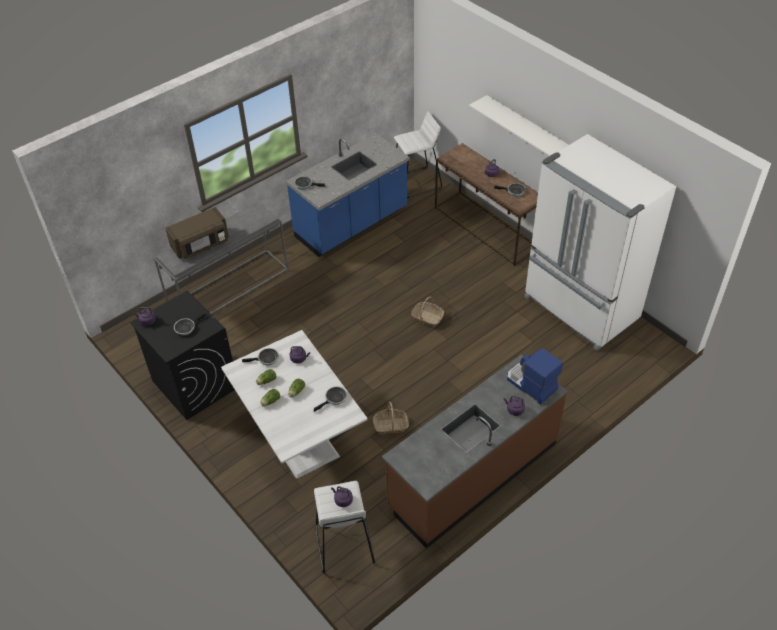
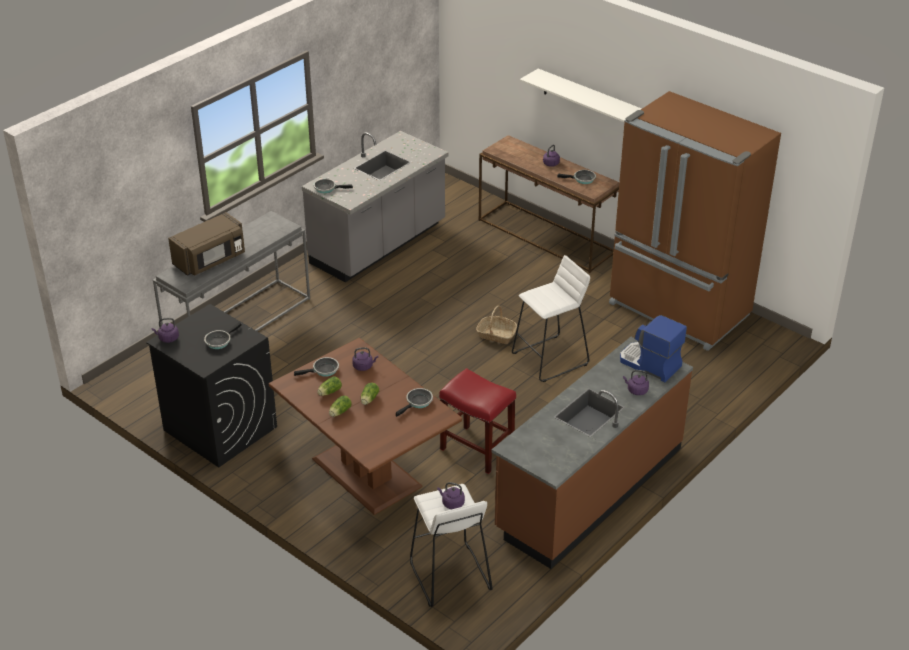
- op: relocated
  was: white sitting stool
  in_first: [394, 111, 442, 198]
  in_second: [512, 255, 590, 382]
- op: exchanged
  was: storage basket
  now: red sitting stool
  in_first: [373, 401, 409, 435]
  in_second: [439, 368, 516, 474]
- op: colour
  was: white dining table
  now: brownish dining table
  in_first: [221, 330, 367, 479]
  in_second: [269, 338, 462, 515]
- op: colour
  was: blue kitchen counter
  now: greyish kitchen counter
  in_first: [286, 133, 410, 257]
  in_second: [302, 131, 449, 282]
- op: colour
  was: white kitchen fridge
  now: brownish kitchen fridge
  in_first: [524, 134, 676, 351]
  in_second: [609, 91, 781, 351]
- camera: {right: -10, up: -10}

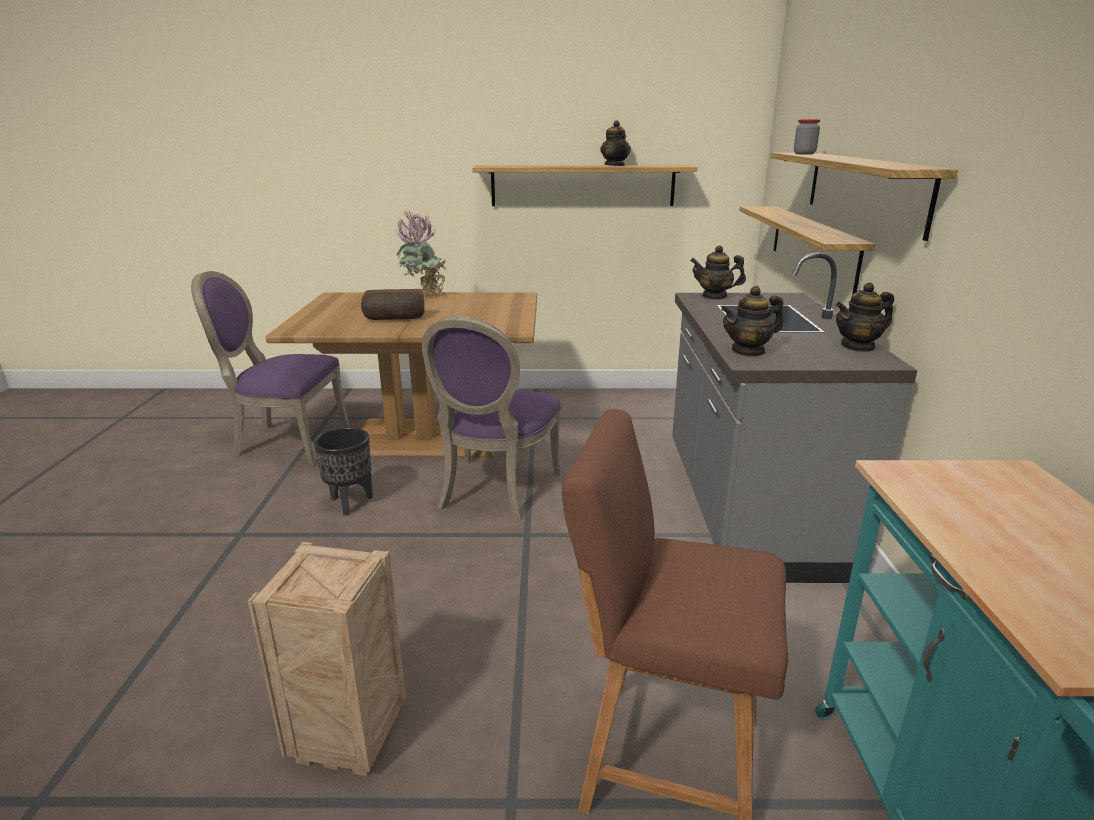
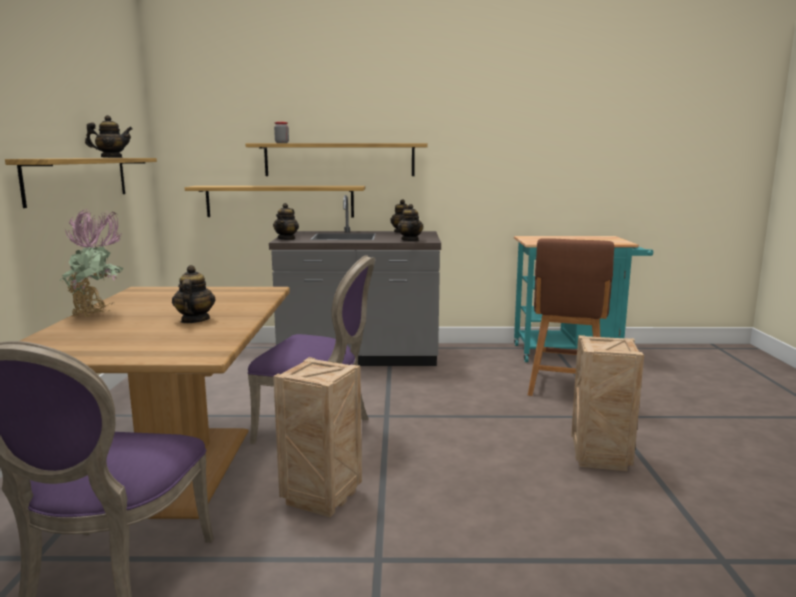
- op: exchanged
  was: black-coloured planter
  now: shipping crate
  in_first: [314, 427, 373, 516]
  in_second: [273, 357, 362, 517]
- op: exchanged
  was: baked bread
  now: teapot
  in_first: [361, 289, 425, 320]
  in_second: [172, 265, 216, 323]
- camera: {right: -90, up: -10}

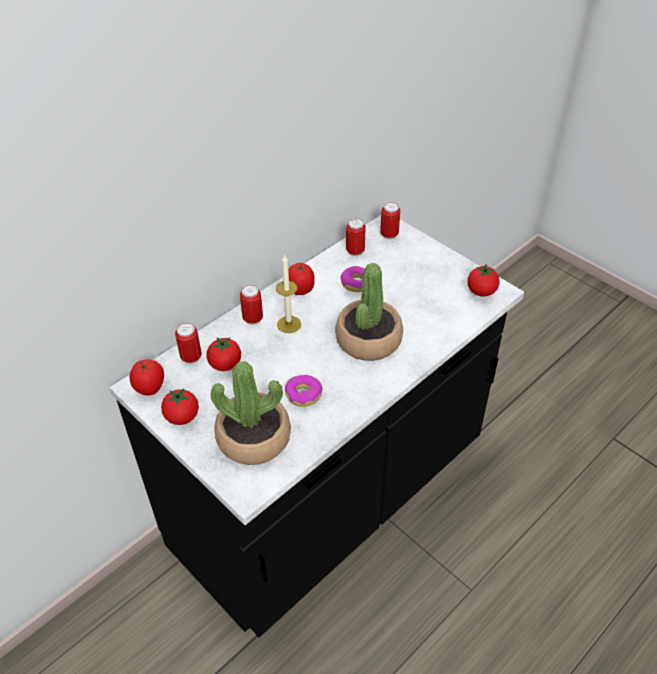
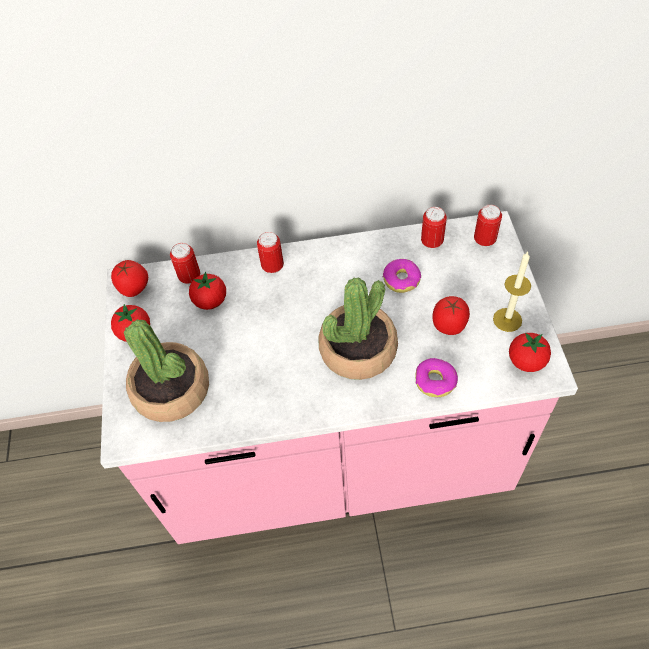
- op: relocated
  was: candle
  in_first: [276, 254, 301, 333]
  in_second: [493, 252, 531, 332]
- op: relocated
  was: ring doughnut
  in_first: [285, 375, 323, 407]
  in_second: [415, 358, 458, 397]
- op: relocated
  was: tomato
  in_first: [288, 263, 315, 295]
  in_second: [432, 296, 470, 335]
- op: colour
  was: black-coloured kitchen counter
  now: pink kitchen counter
  in_first: [109, 215, 524, 637]
  in_second: [100, 211, 578, 544]
- camera: {right: 40, up: 10}

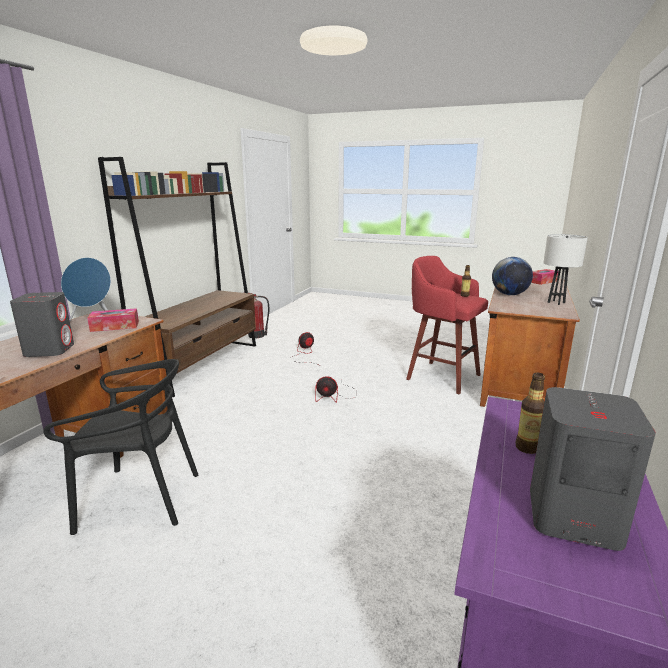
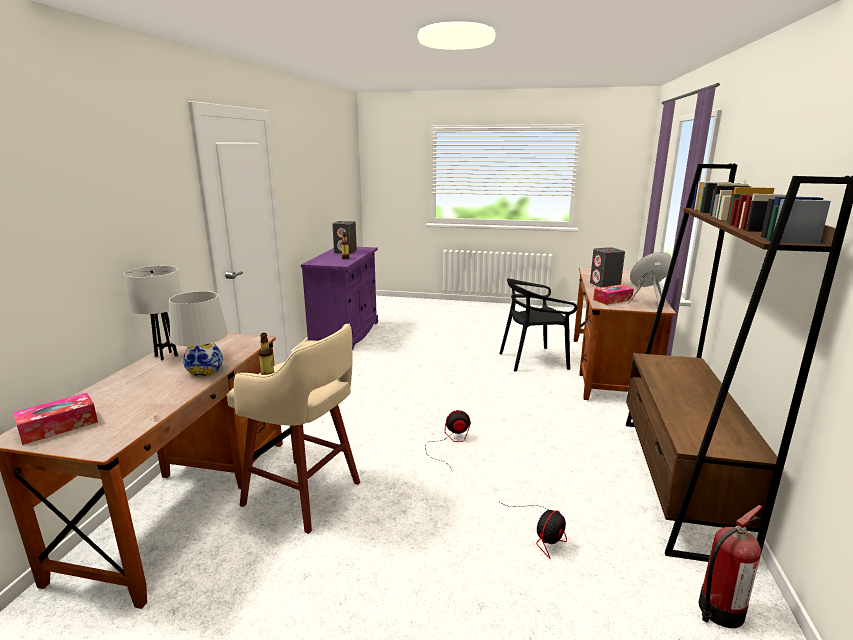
- op: exchanged
  was: world globe
  now: white lamp for a table
  in_first: [492, 257, 533, 295]
  in_second: [169, 291, 228, 376]
- op: colour
  was: red sitting stool
  now: beige sitting stool
  in_first: [406, 256, 488, 394]
  in_second: [227, 324, 360, 534]
- camera: {right: 170, up: 0}

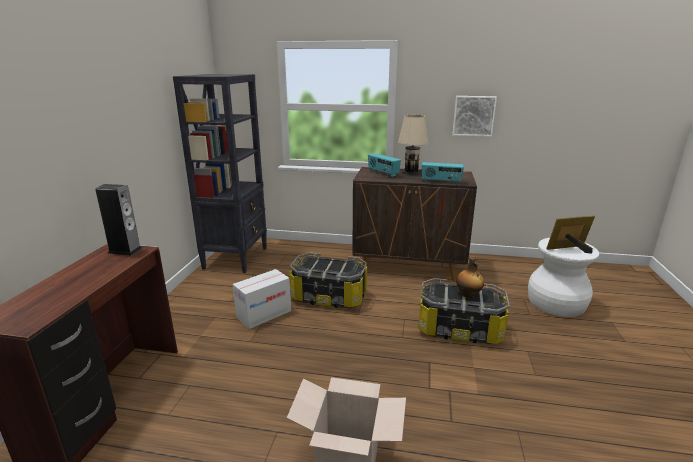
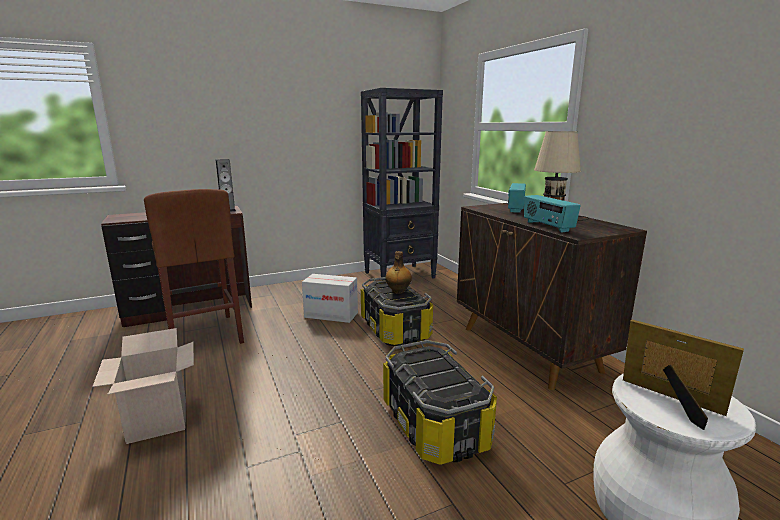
- op: missing
  was: picture
  in_first: [452, 96, 497, 137]
- op: appeared
  now: brownish sitting stool
  in_second: [144, 189, 244, 344]
- op: relocated
  was: bottle
  in_first: [456, 256, 484, 298]
  in_second: [385, 251, 412, 294]
- camera: {right: 55, up: -5}

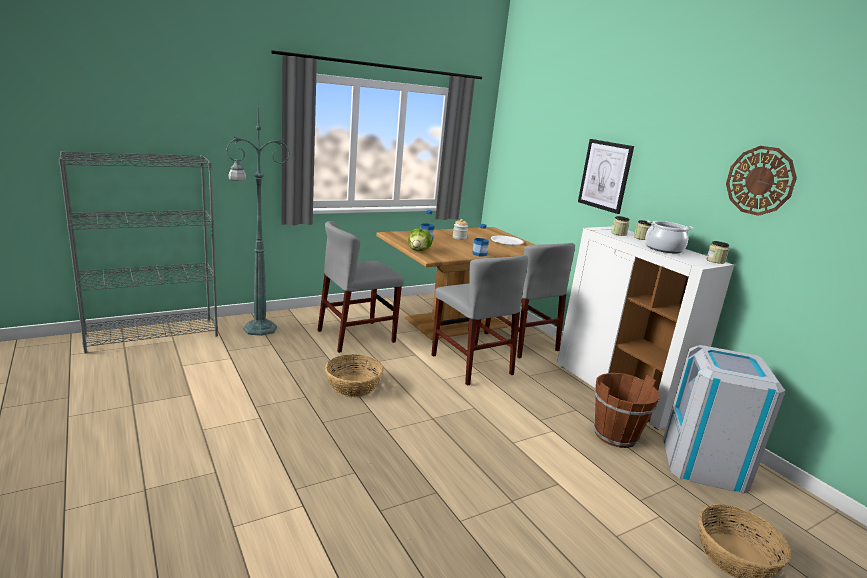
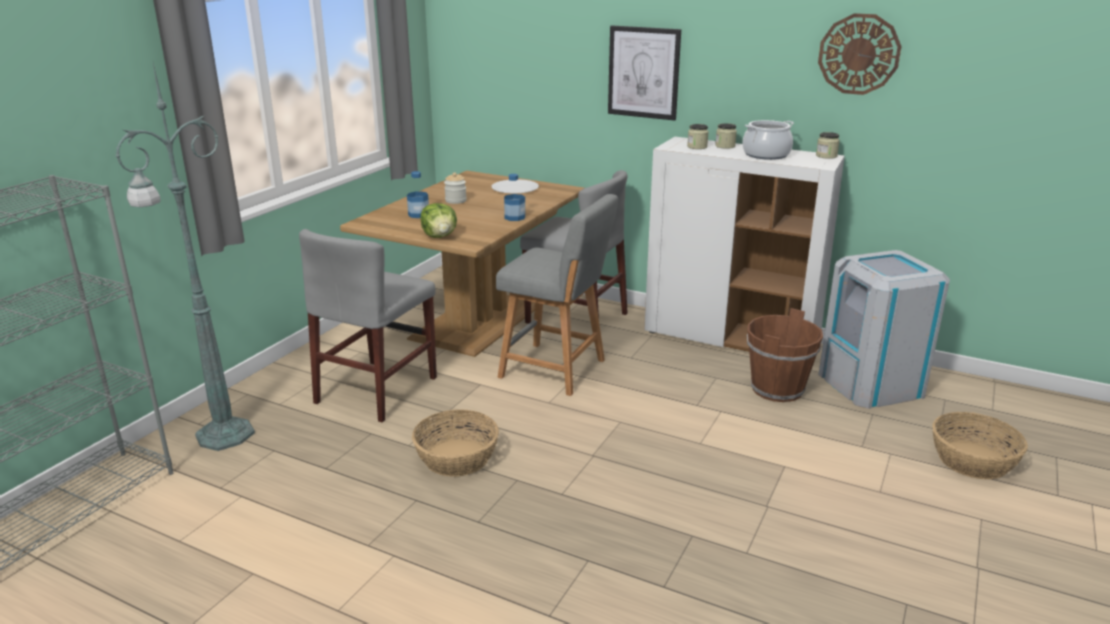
- op: exchanged
  was: greyish chair
  now: greyish sitting stool
  in_first: [432, 255, 528, 386]
  in_second: [496, 194, 618, 396]
- camera: {right: -30, up: 5}

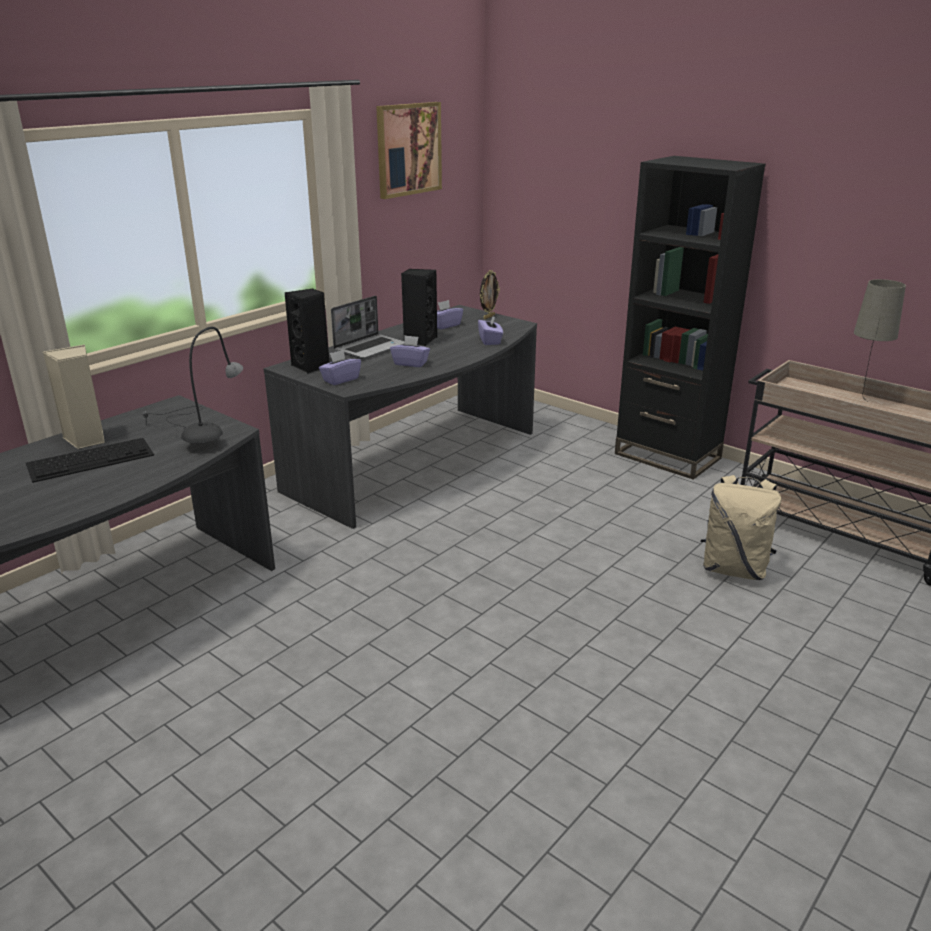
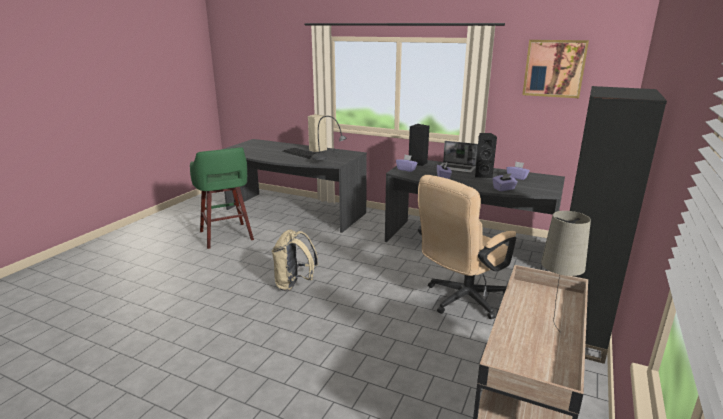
- op: missing
  was: photo frame
  in_first: [480, 270, 500, 319]
- op: appeared
  now: green sitting stool
  in_second: [190, 147, 254, 249]
- op: appeared
  now: beige desk chair
  in_second: [418, 175, 516, 319]
- op: relocated
  was: beige rucksack
  in_first: [701, 475, 781, 580]
  in_second: [272, 229, 319, 291]
- camera: {right: 75, up: -5}

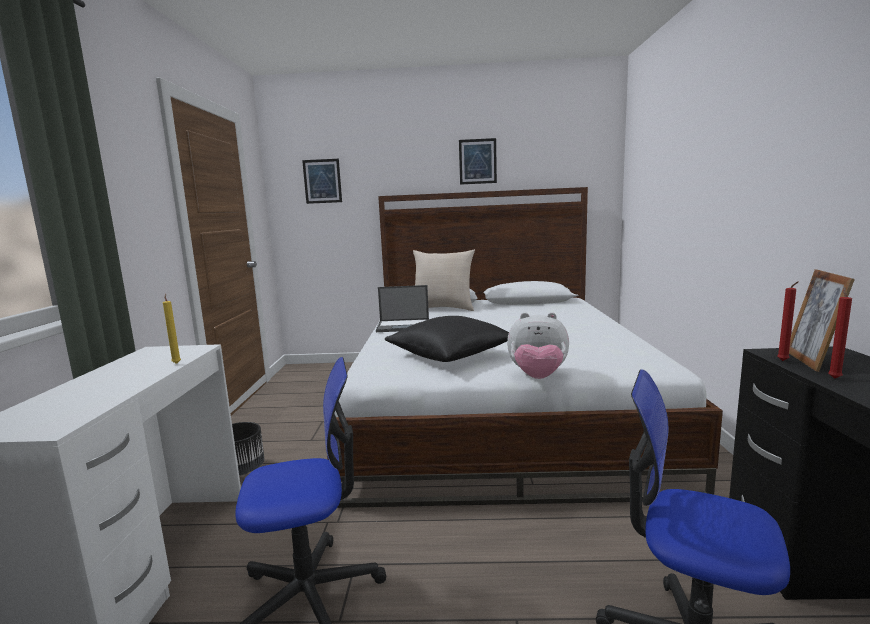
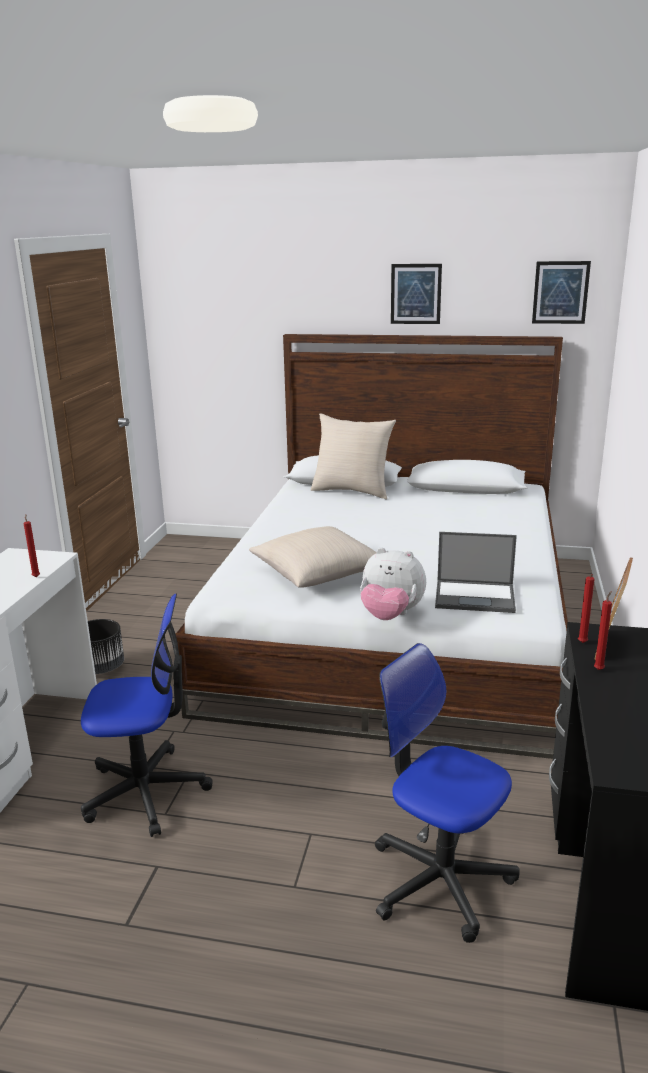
- op: relocated
  was: picture
  in_first: [302, 159, 342, 204]
  in_second: [532, 261, 591, 324]
- op: relocated
  was: portable computer
  in_first: [376, 285, 429, 332]
  in_second: [435, 532, 517, 613]
- op: colour
  was: yellow candle
  now: red candle
  in_first: [163, 294, 181, 364]
  in_second: [24, 514, 40, 577]
- op: colour
  was: black-coloured pillow
  now: beige pillow
  in_first: [385, 316, 509, 362]
  in_second: [249, 526, 377, 588]
- camera: {right: 10, up: 10}

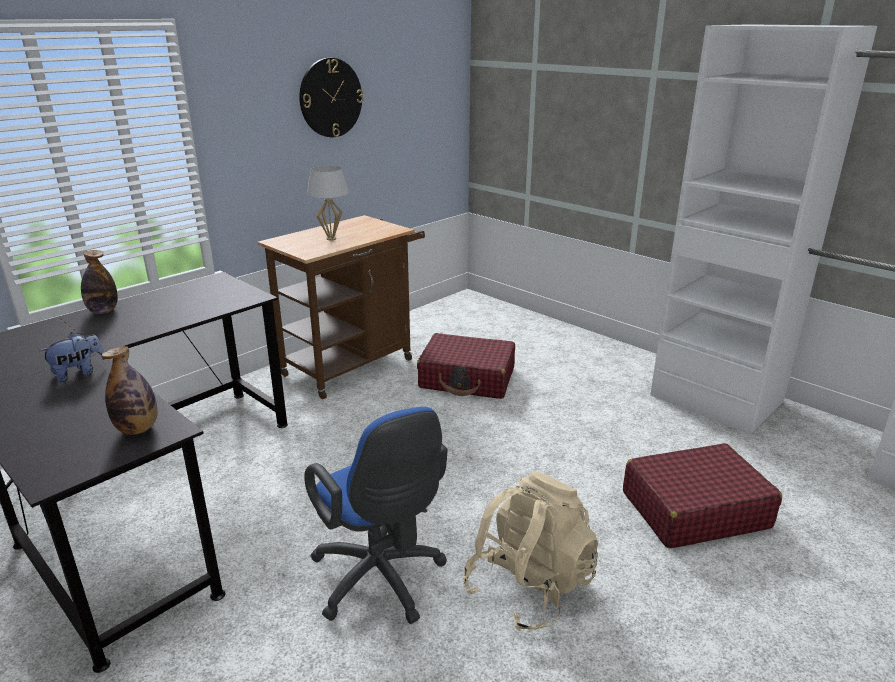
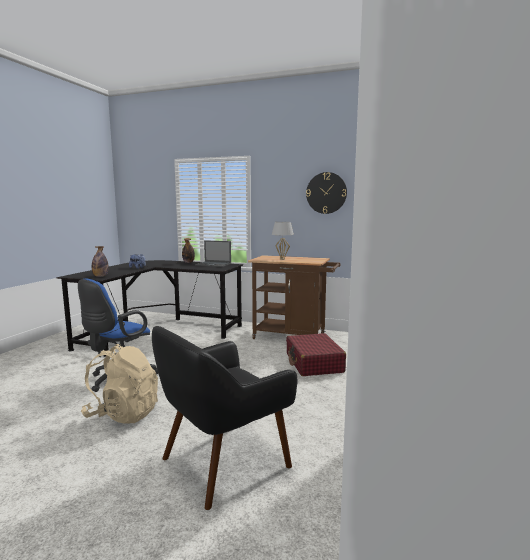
- op: appeared
  now: portable computer
  in_second: [195, 240, 231, 267]
- op: exchanged
  was: red travel case
  now: black-coloured lounge chair
  in_first: [623, 443, 782, 549]
  in_second: [152, 326, 297, 510]
- camera: {right: 65, up: -15}

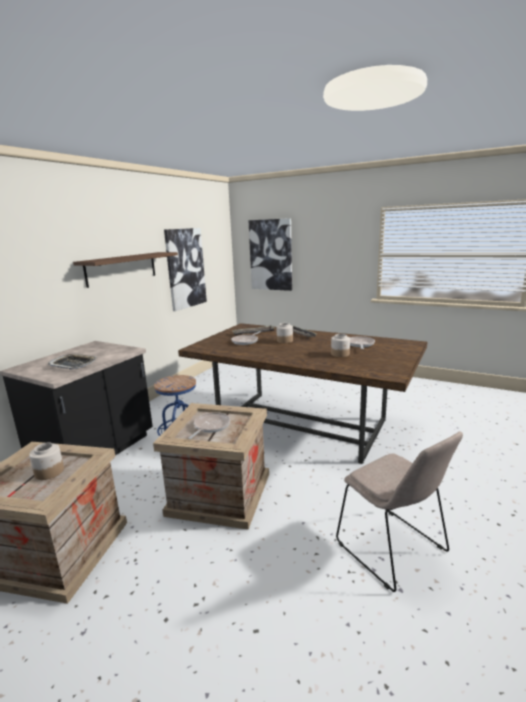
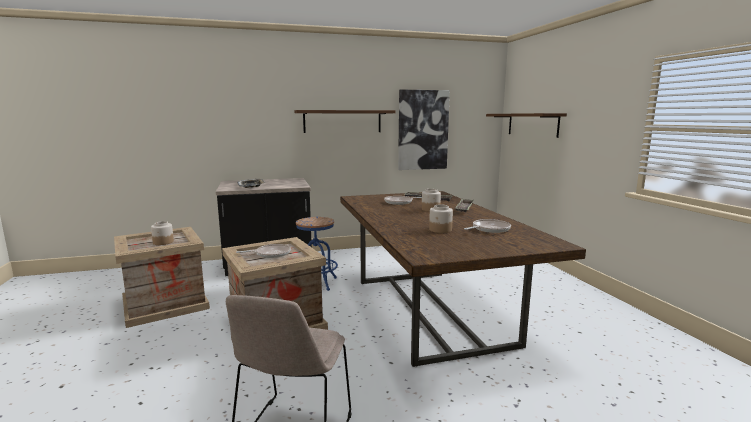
- op: exchanged
  was: picture
  now: shelf
  in_first: [248, 218, 292, 291]
  in_second: [486, 113, 567, 138]
- camera: {right: 45, up: -5}

